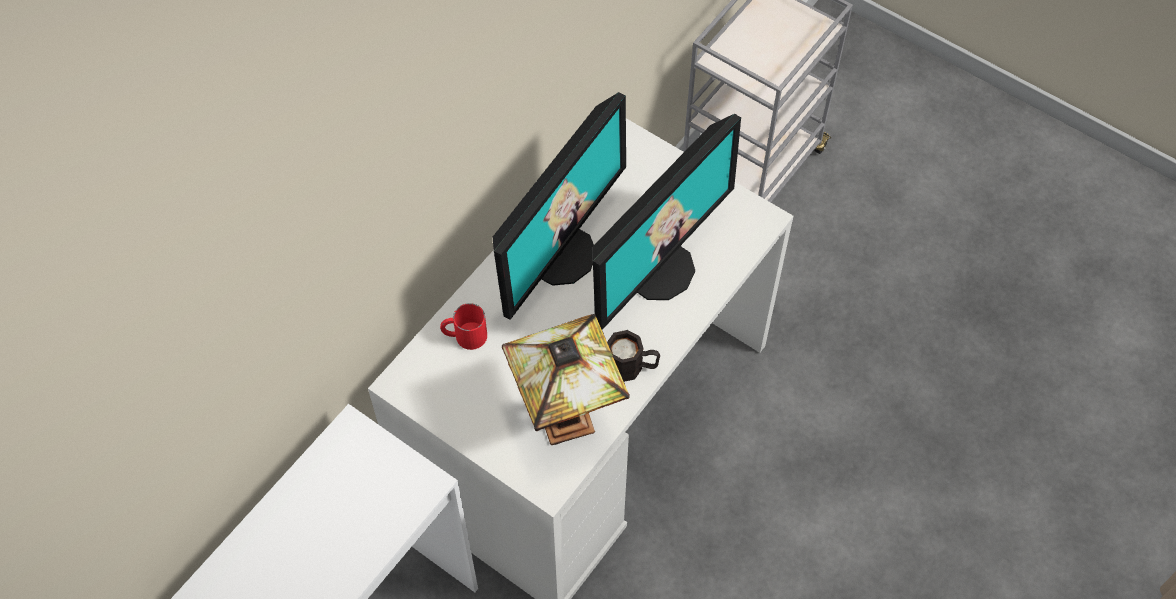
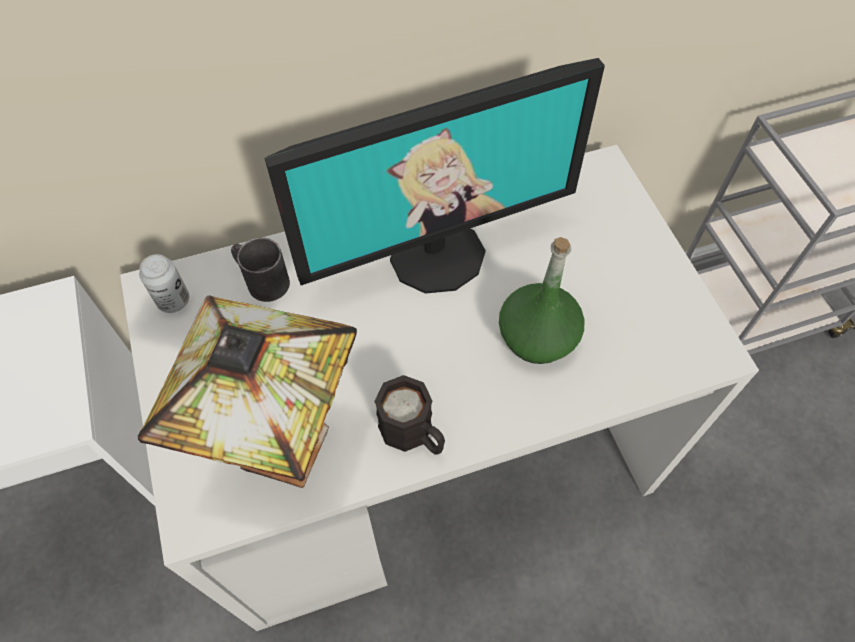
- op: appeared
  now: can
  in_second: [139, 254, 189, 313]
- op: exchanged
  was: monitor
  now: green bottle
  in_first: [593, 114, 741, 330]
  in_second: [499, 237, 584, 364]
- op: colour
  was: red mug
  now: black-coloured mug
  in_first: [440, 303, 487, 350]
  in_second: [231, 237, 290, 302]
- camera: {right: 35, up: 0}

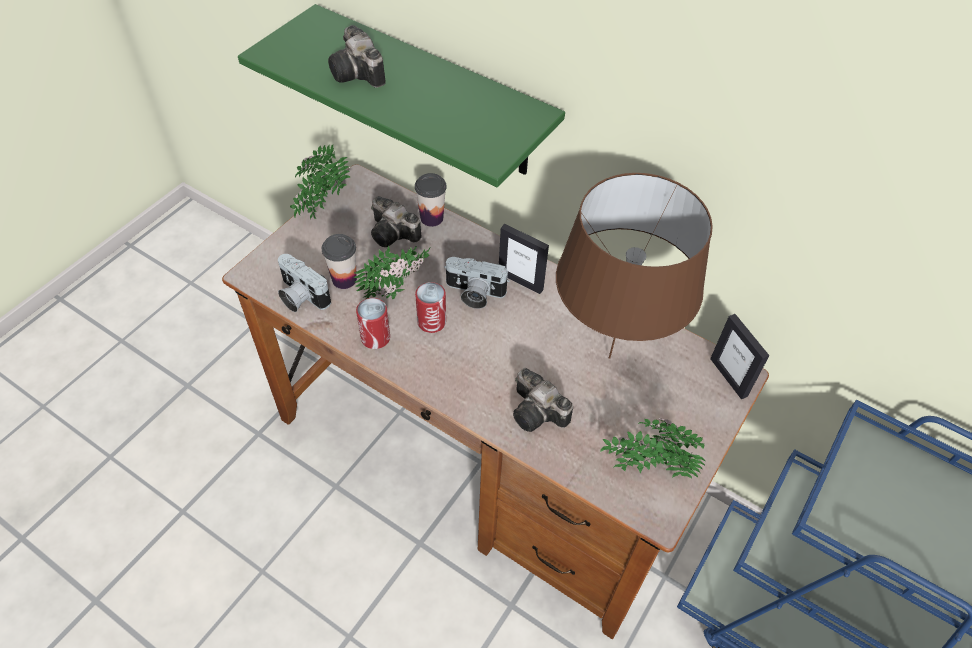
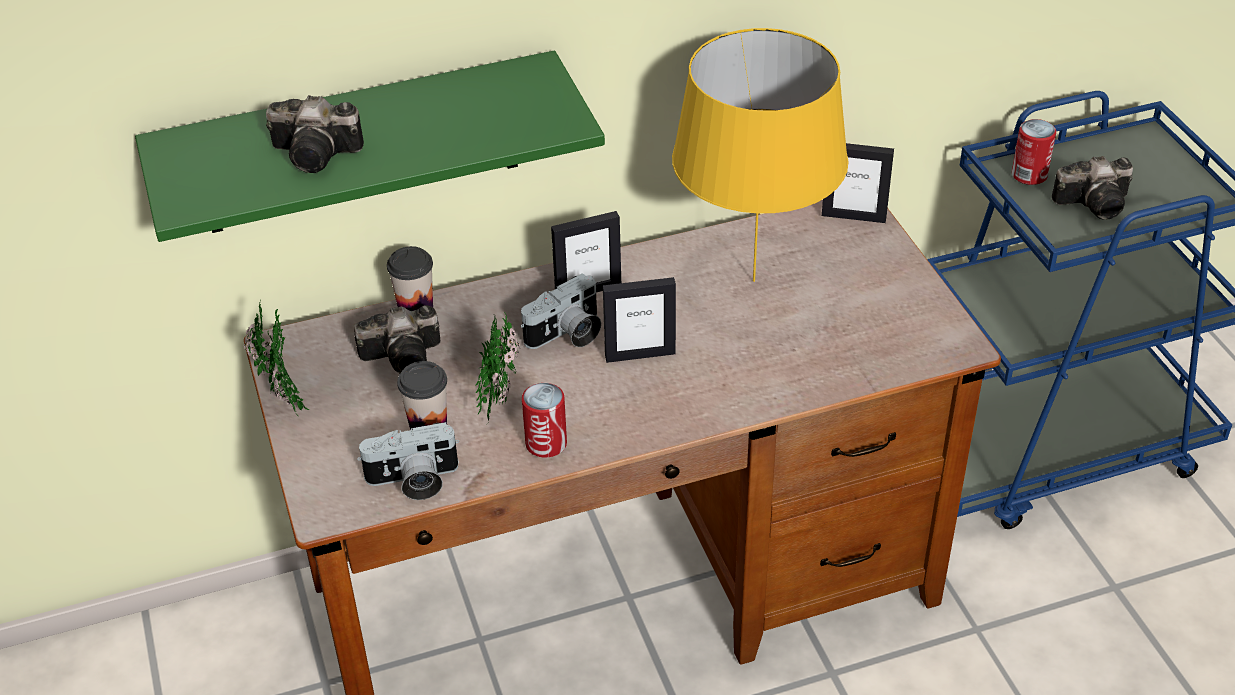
- op: missing
  was: potted plant
  in_first: [600, 418, 705, 478]
- op: appeared
  now: photo frame
  in_second: [603, 277, 676, 363]
- op: relocated
  was: can
  in_first: [415, 282, 446, 333]
  in_second: [1012, 119, 1056, 185]
- op: relocated
  was: photo camera
  in_first: [513, 368, 573, 432]
  in_second: [1052, 156, 1133, 220]
- op: colour
  was: brownish lamp for a table
  now: yellow lamp for a table
  in_first: [556, 173, 713, 359]
  in_second: [672, 28, 848, 282]
- camera: {right: -50, up: -10}

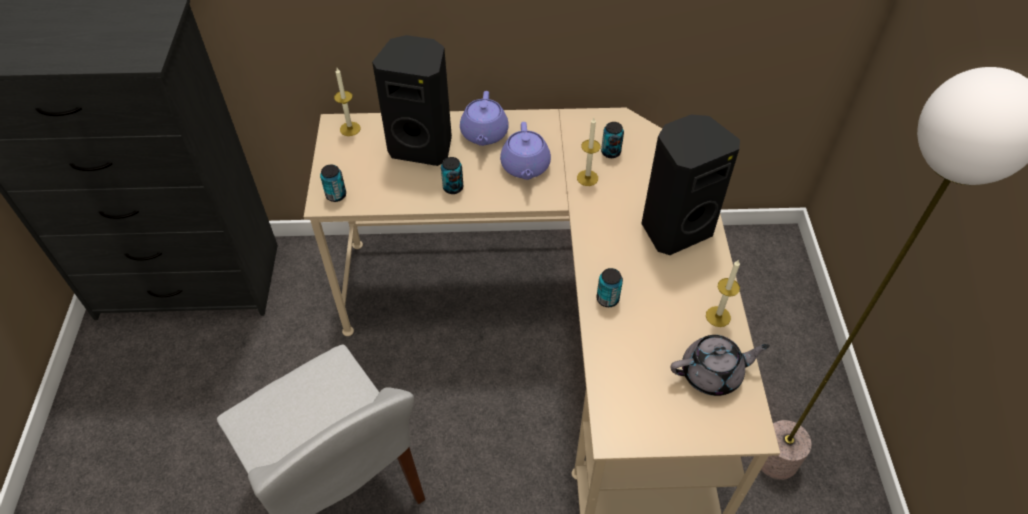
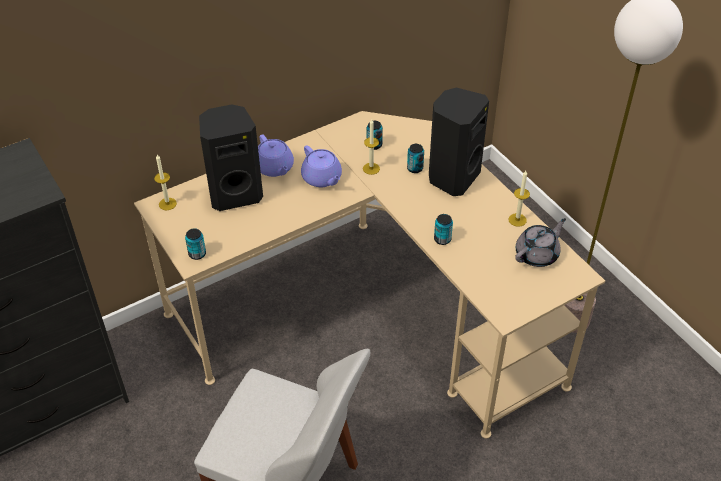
- op: relocated
  was: can
  in_first: [441, 157, 463, 194]
  in_second: [407, 144, 424, 173]
- camera: {right: -30, up: -5}

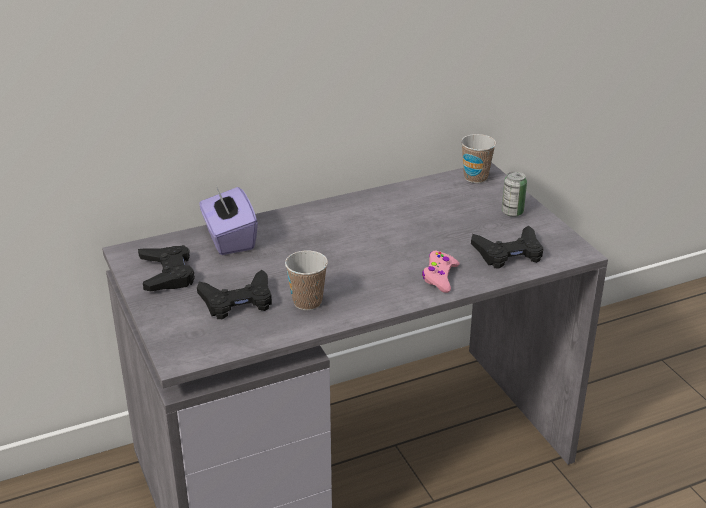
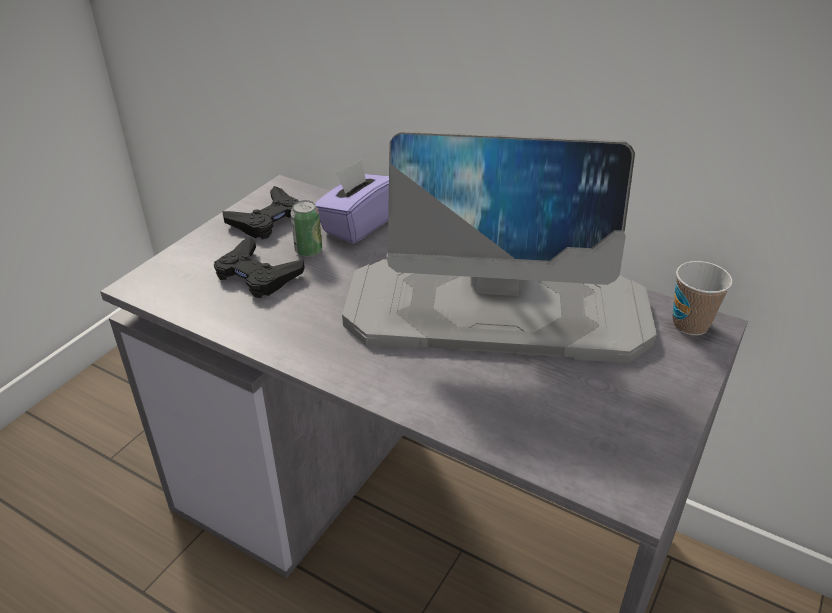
- op: missing
  was: cup
  in_first: [285, 251, 328, 310]
- op: missing
  was: pink joypad
  in_first: [422, 251, 460, 293]
- op: missing
  was: black-coloured joypad
  in_first: [471, 225, 543, 269]
- op: appeared
  now: monitor
  in_second: [342, 131, 657, 363]
- op: relocated
  was: can
  in_first: [502, 171, 527, 217]
  in_second: [290, 200, 322, 257]
- camera: {right: 55, up: 5}

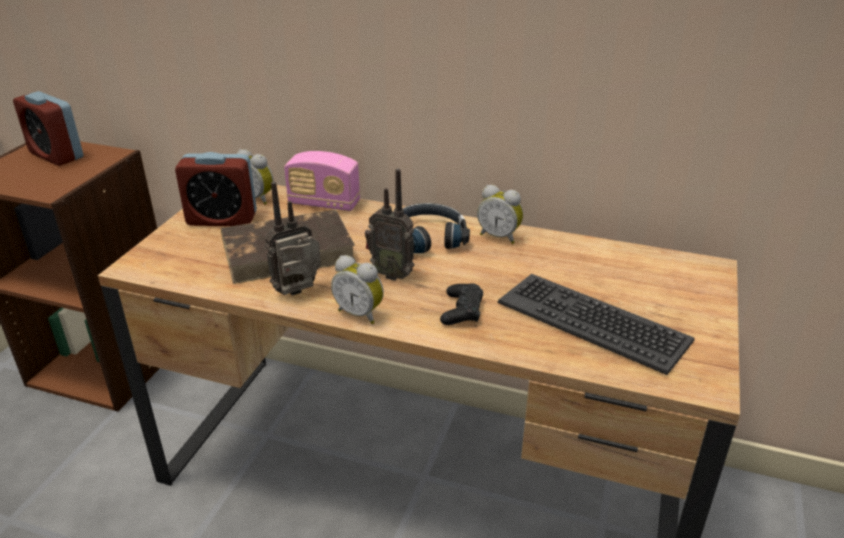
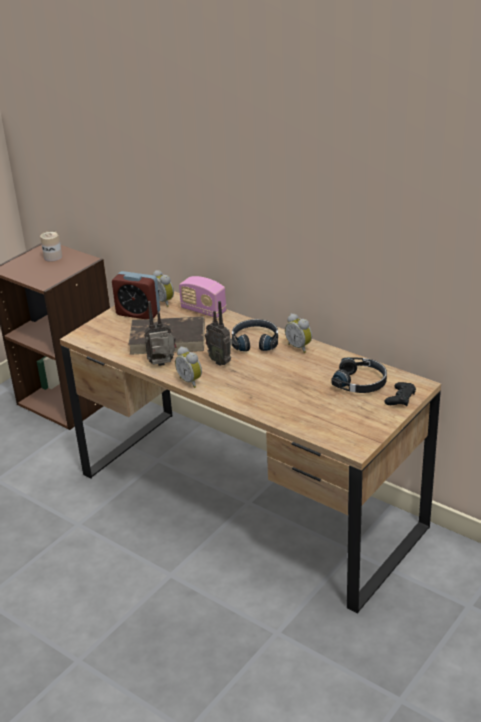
- op: missing
  was: keyboard
  in_first: [498, 274, 695, 375]
- op: appeared
  now: black-coloured headset
  in_second: [331, 357, 387, 393]
- op: relocated
  was: black-coloured joypad
  in_first: [440, 283, 483, 325]
  in_second: [384, 382, 416, 406]
- op: exchanged
  was: bedside clock
  now: can
  in_first: [13, 91, 83, 166]
  in_second: [40, 231, 62, 262]
- camera: {right: 20, up: 0}

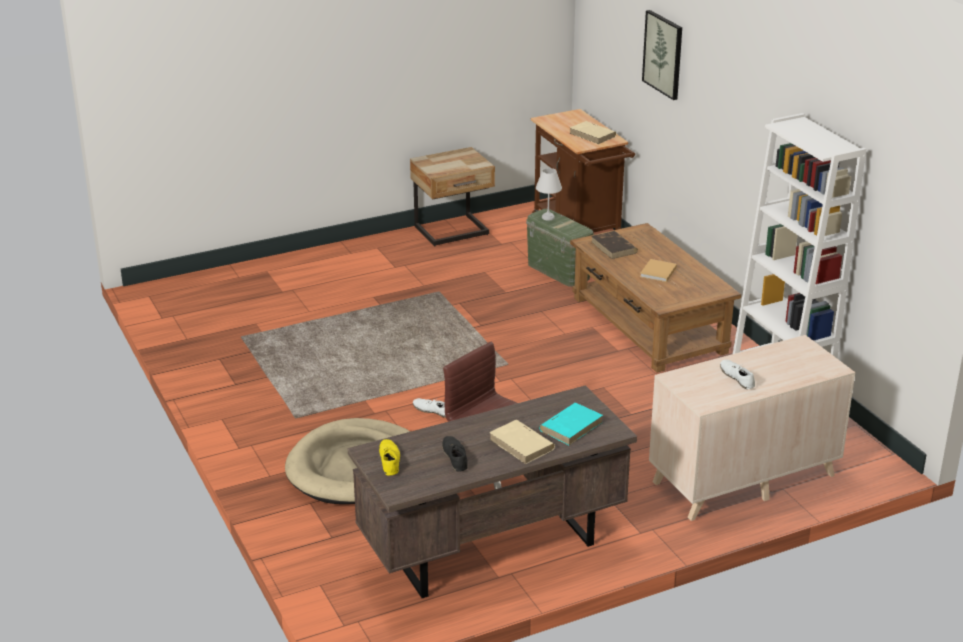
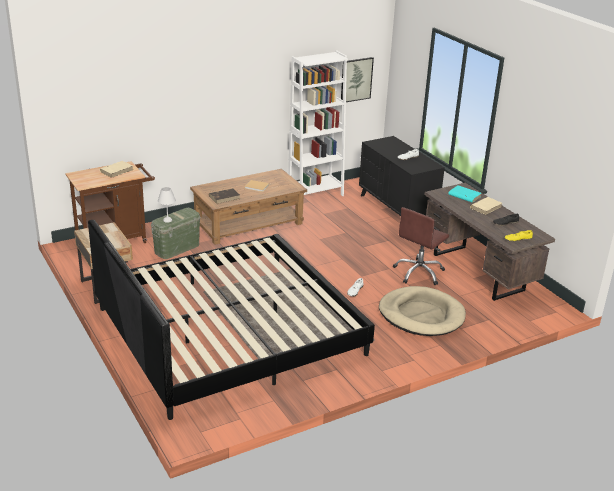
- op: appeared
  now: bedroom bed
  in_second: [88, 220, 375, 420]
- op: relocated
  was: picture
  in_first: [642, 10, 682, 100]
  in_second: [341, 57, 374, 102]
- op: colour
  was: beige dresser
  now: black-coloured dresser
  in_first: [649, 335, 855, 521]
  in_second: [359, 136, 445, 216]
- camera: {right: -95, up: 0}

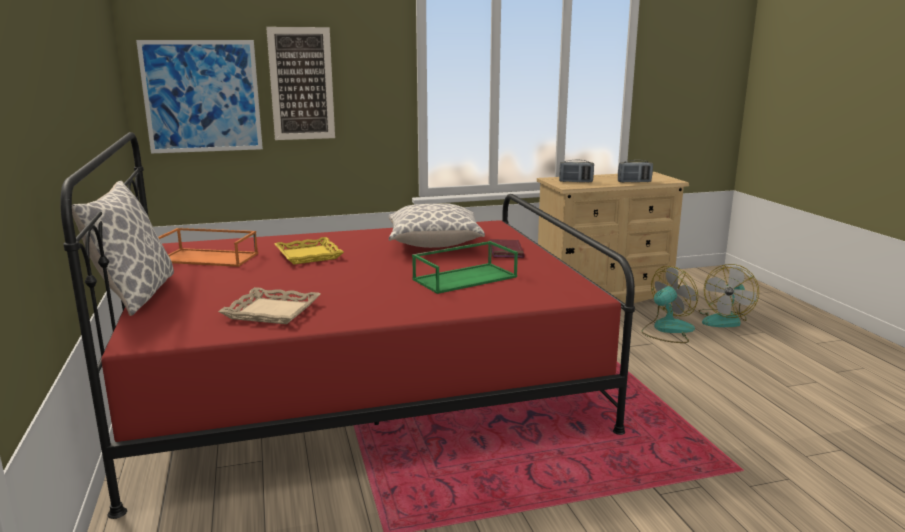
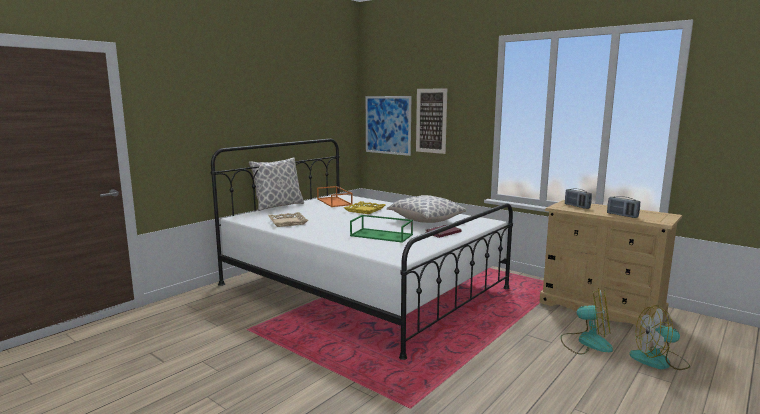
- op: colour
  was: red bedroom bed
  now: white bedroom bed
  in_first: [60, 132, 635, 519]
  in_second: [211, 139, 513, 360]
- camera: {right: 55, up: -5}

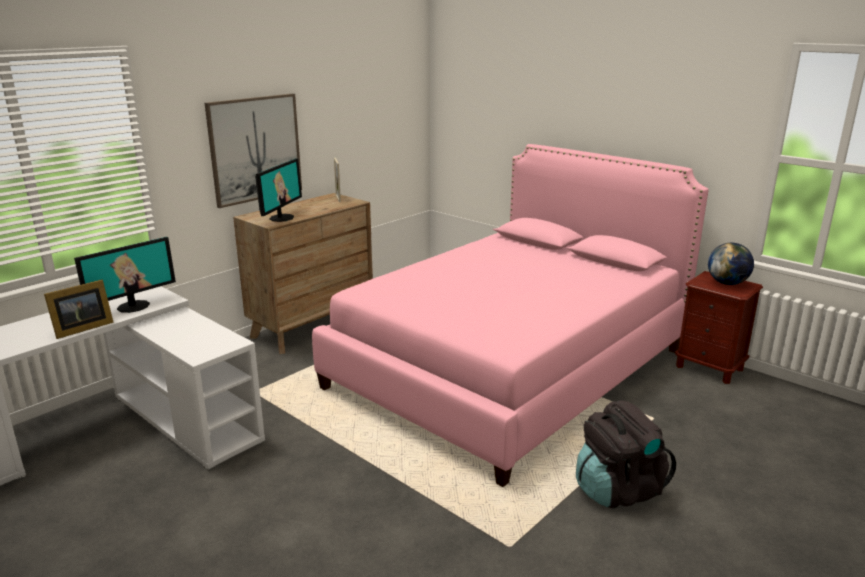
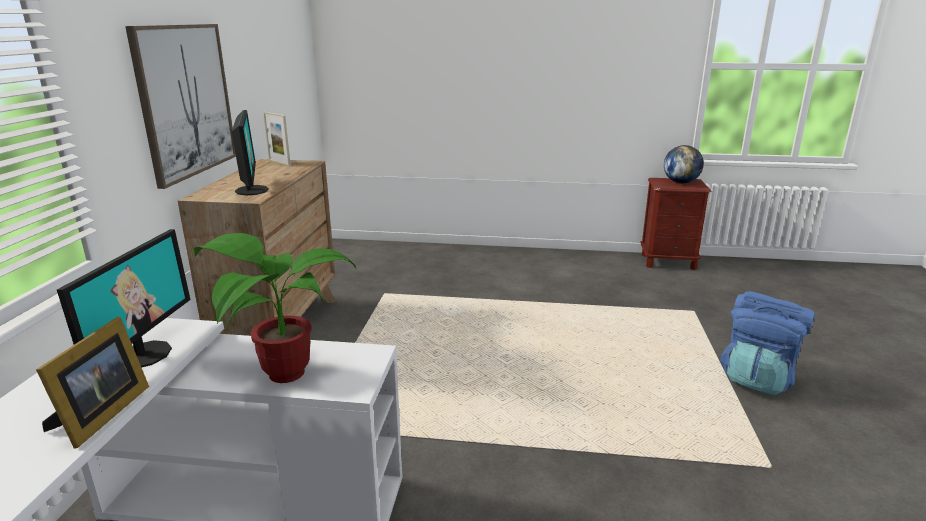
- op: missing
  was: pink bedroom bed
  in_first: [312, 144, 709, 487]
- op: appeared
  now: potted plant
  in_second: [193, 233, 356, 383]
- op: colour
  was: black-coloured rucksack
  now: blue rucksack
  in_first: [576, 400, 676, 509]
  in_second: [720, 291, 815, 395]
- camera: {right: -35, up: 0}

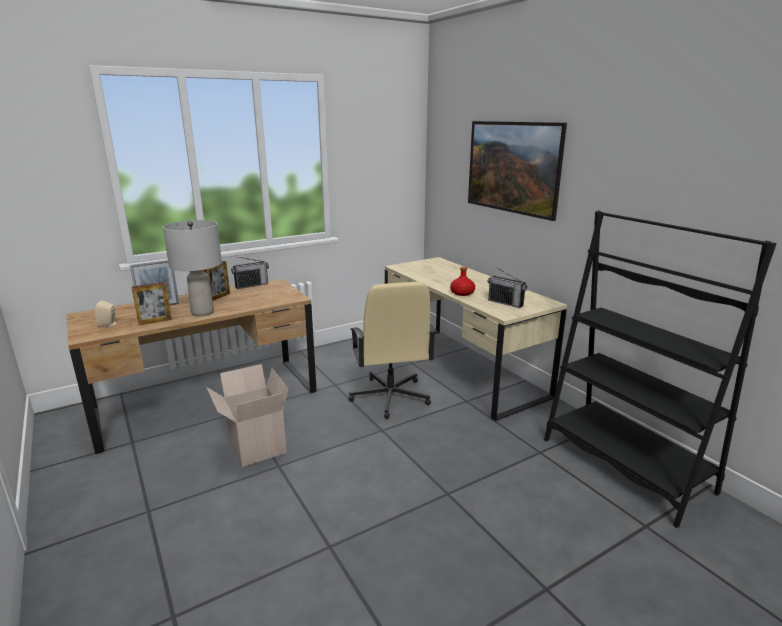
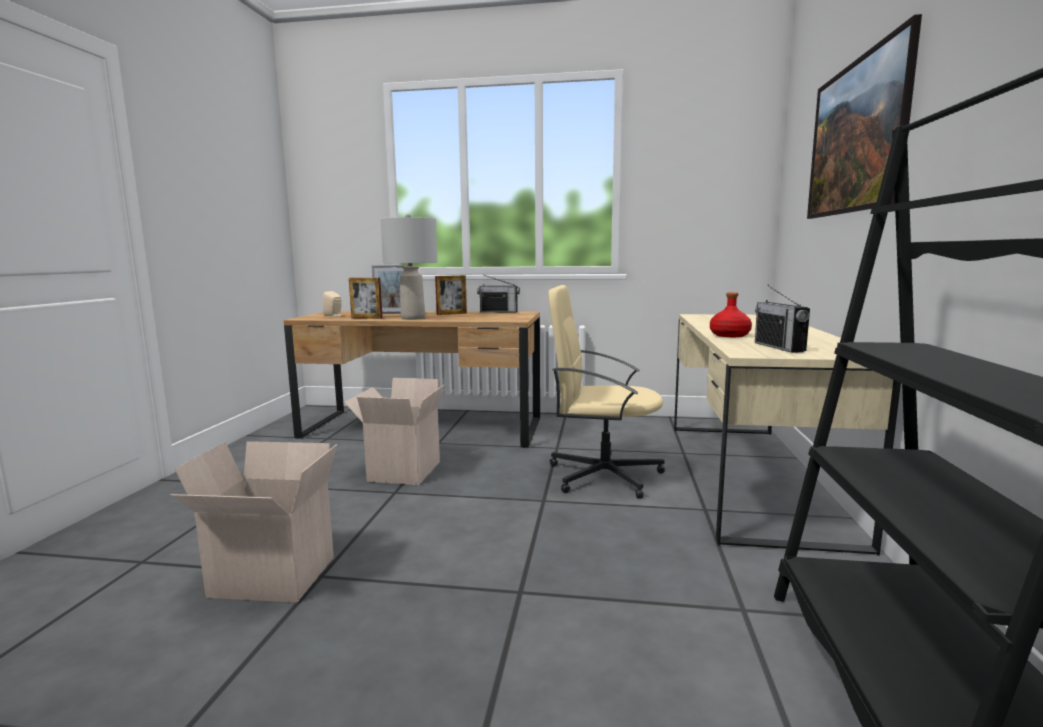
- op: appeared
  now: carton
  in_second: [171, 441, 337, 603]
- op: spun
  was: beige desk chair
  in_first: [349, 282, 436, 419]
  in_second: [548, 285, 665, 499]
  clockwise: 75
- camera: {right: 40, up: -10}

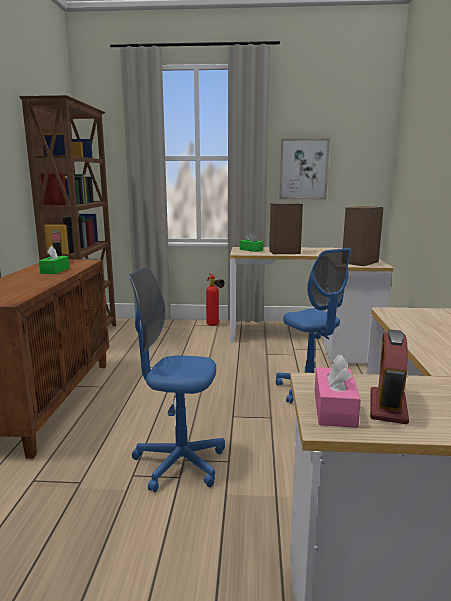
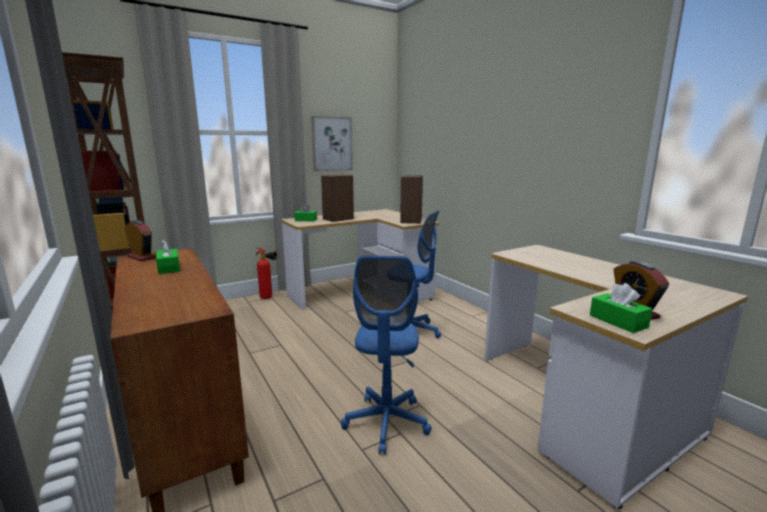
- op: colour
  was: pink tissue box
  now: green tissue box
  in_first: [315, 354, 361, 428]
  in_second: [590, 283, 652, 333]
- op: spun
  was: blue desk chair
  in_first: [129, 266, 225, 492]
  in_second: [341, 255, 432, 455]
  clockwise: -60
- camera: {right: -35, up: 0}

